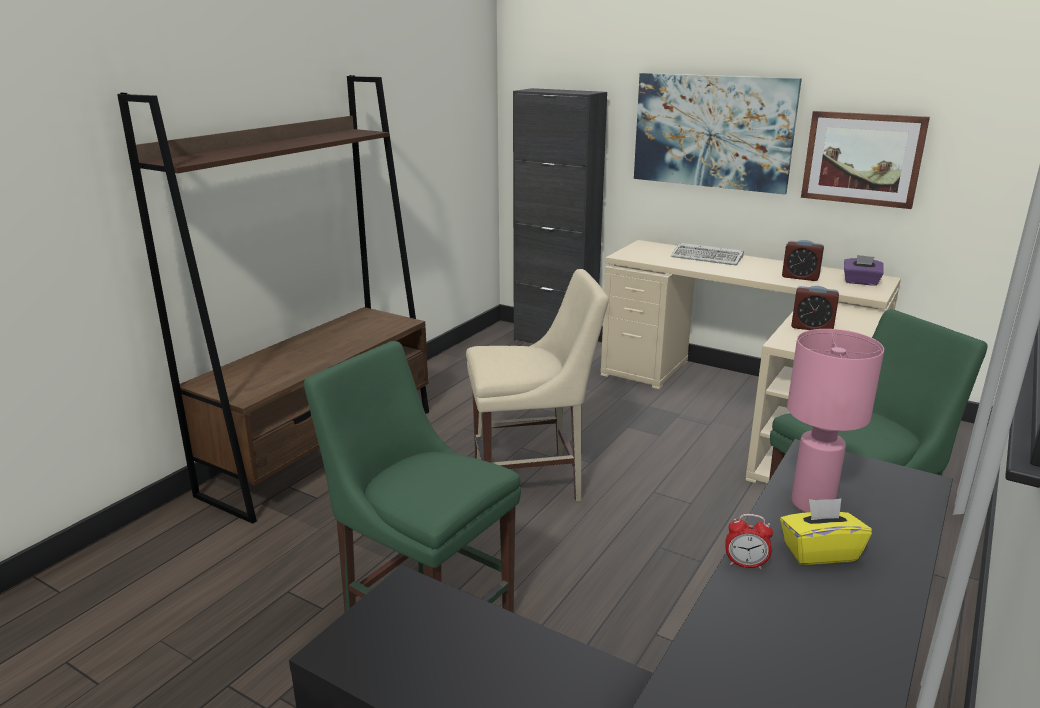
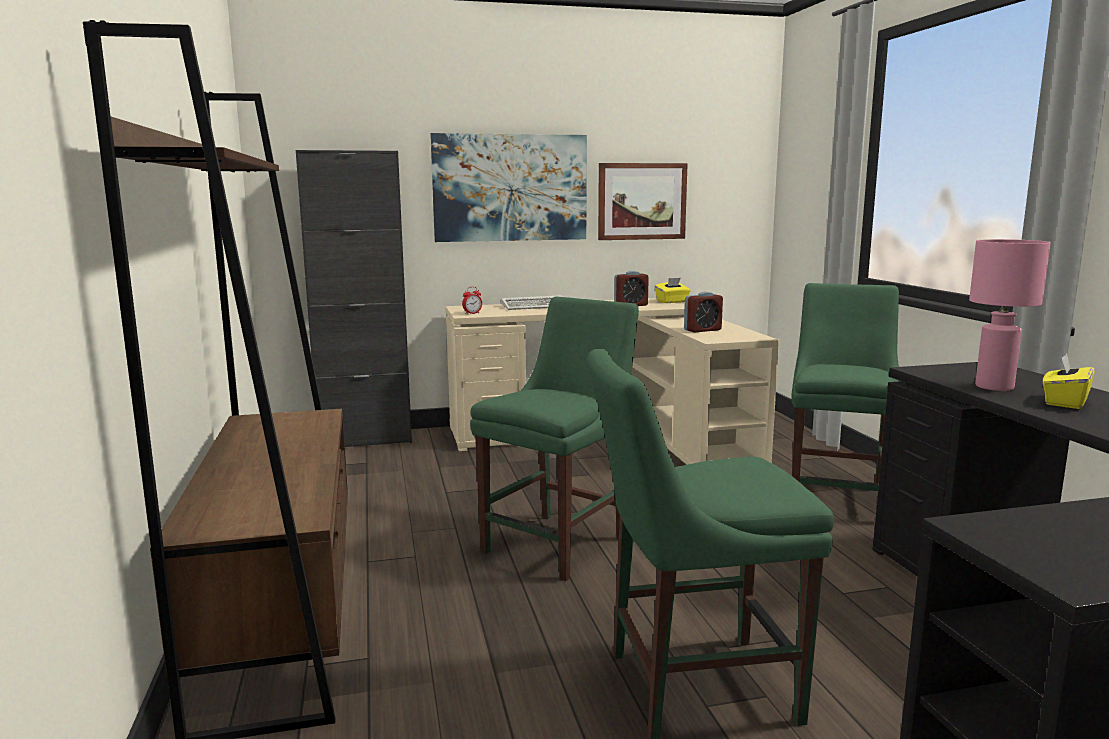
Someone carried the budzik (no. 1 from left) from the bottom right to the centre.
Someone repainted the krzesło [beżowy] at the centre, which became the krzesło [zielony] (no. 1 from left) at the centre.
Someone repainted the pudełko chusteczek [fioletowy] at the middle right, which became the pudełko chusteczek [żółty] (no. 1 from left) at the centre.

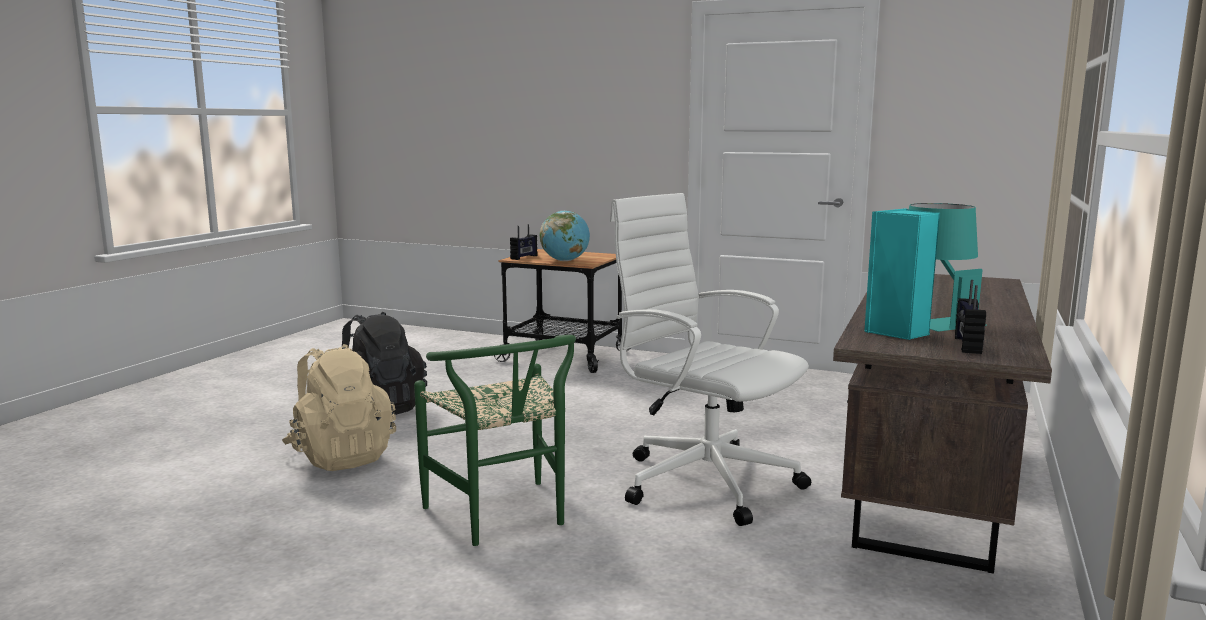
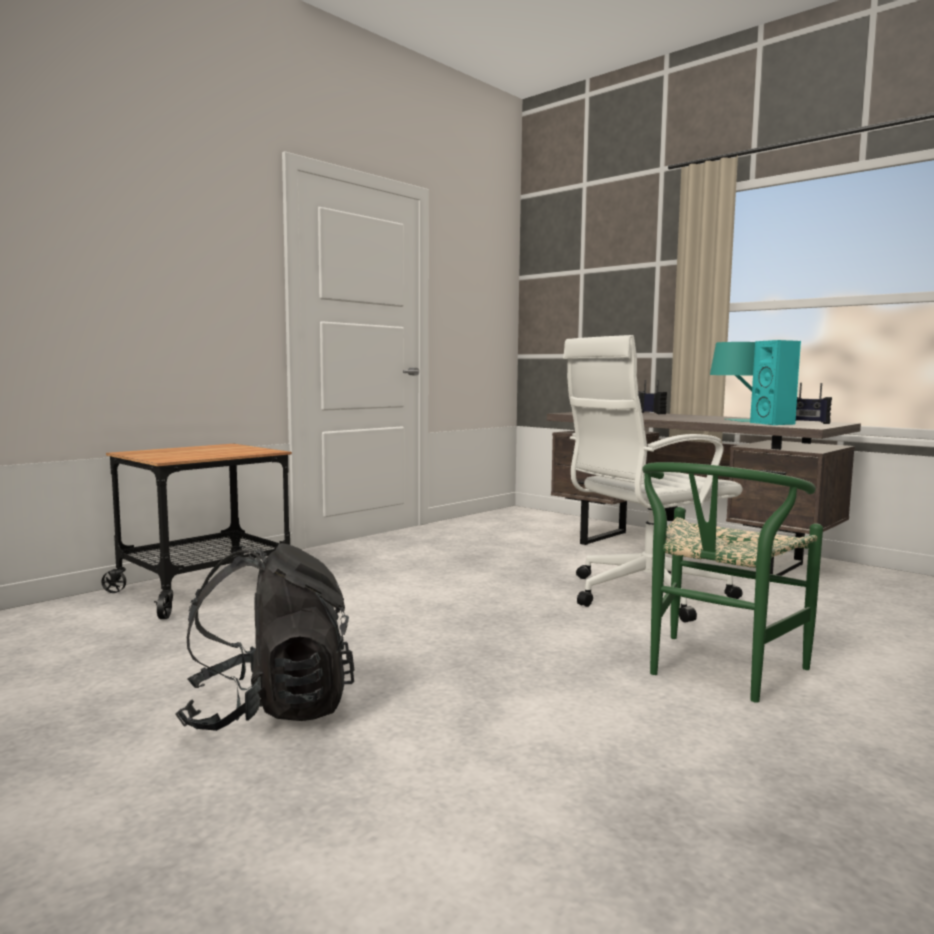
Someone carried the radio (no. 1 from left) from the centre to the middle right.
Someone rotated the krzesło [zielony] at the bottom centre by 135 degrees clockwise.
Someone took away the plecak [beżowy] at the middle left.
Someone took away the globus at the centre.

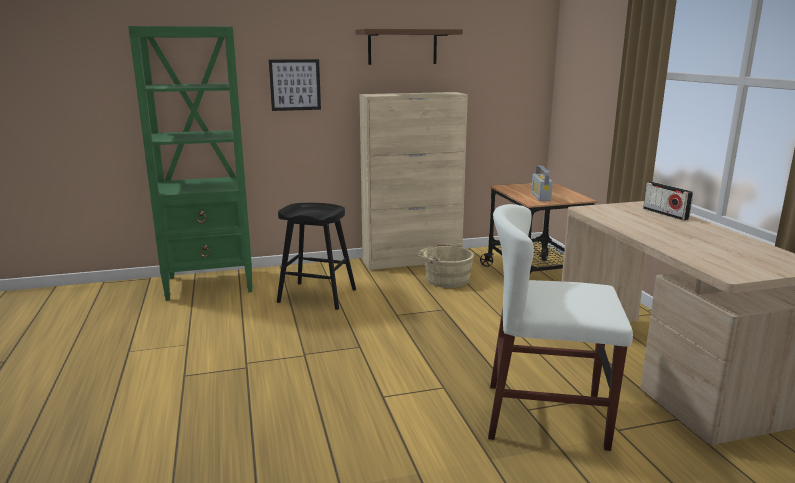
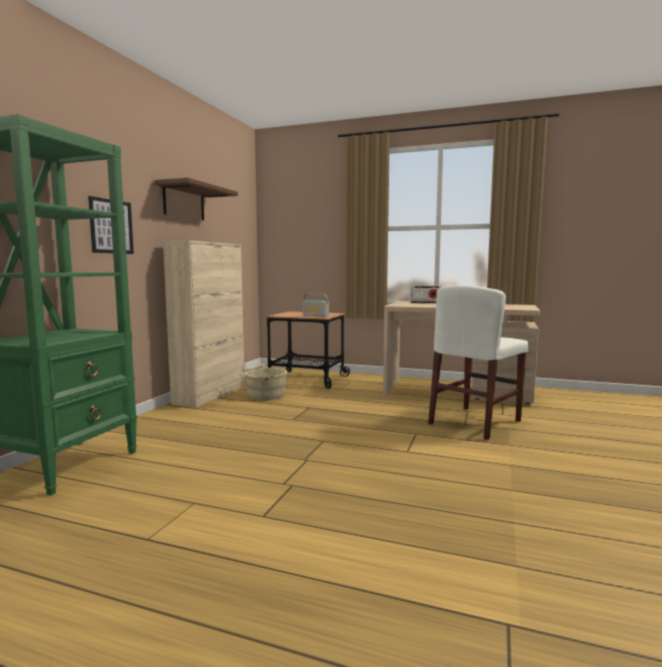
Someone took away the stołek [czarny] at the centre.

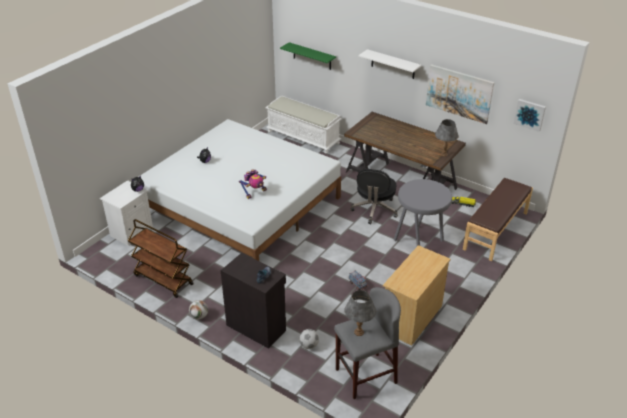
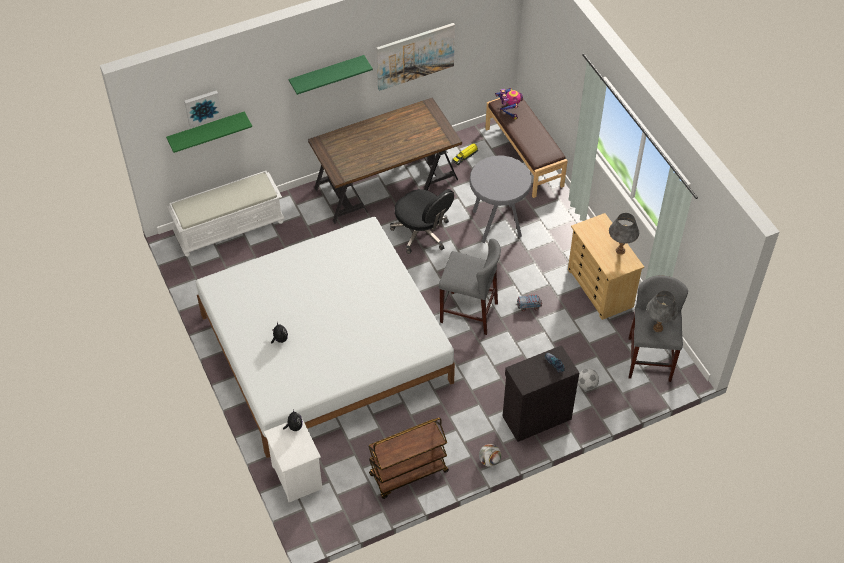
Someone carried the obraz (no. 2 from left in the first image) from the top right to the top left.
Someone repainted the półka [biały] at the top centre, which became the półka [zielony] (no. 2 from left) at the top centre.
Someone put down the stołek [szary] (no. 1 from left) at the centre.
Someone carried the robot zabawkowy from the centre to the top centre.
Someone carried the lampa stołowa [szary] (no. 2 from left in the first image) from the top right to the middle right.

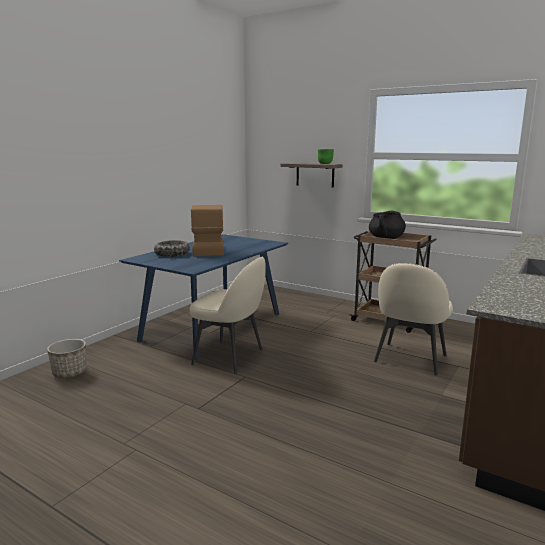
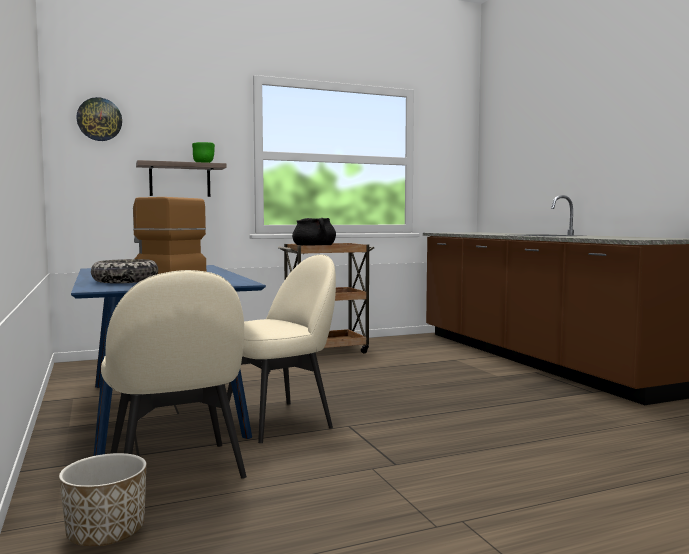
Someone put up the zegar ścienny at the top left.
Someone carried the krzesło [beżowy] (no. 2 from left in the first image) from the middle right to the bottom left.

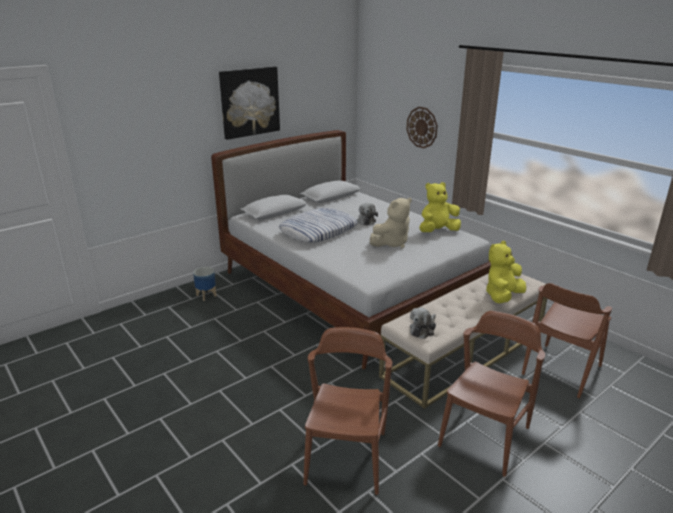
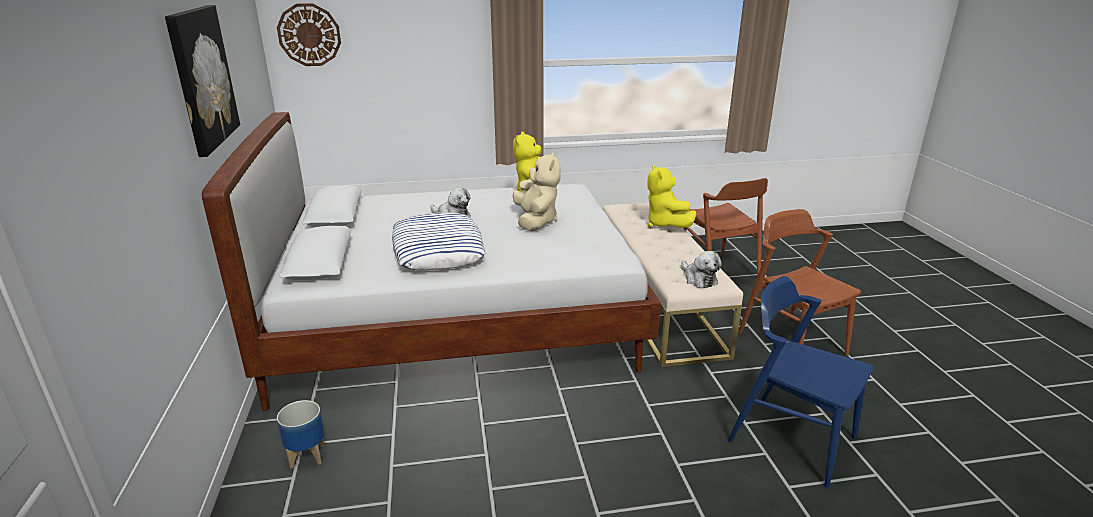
Someone carried the zegar ścienny from the top centre to the top left.
Someone repainted the krzesło [brązowy] (no. 1 from left) at the bottom centre, which became the krzesło [niebieski] at the bottom right.

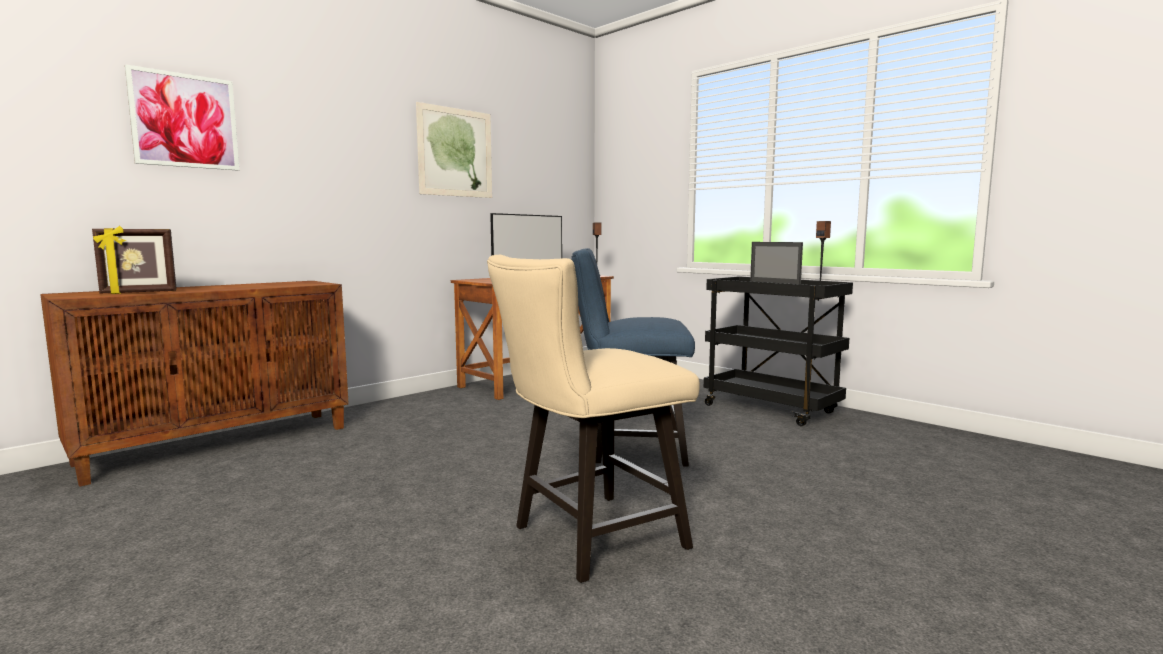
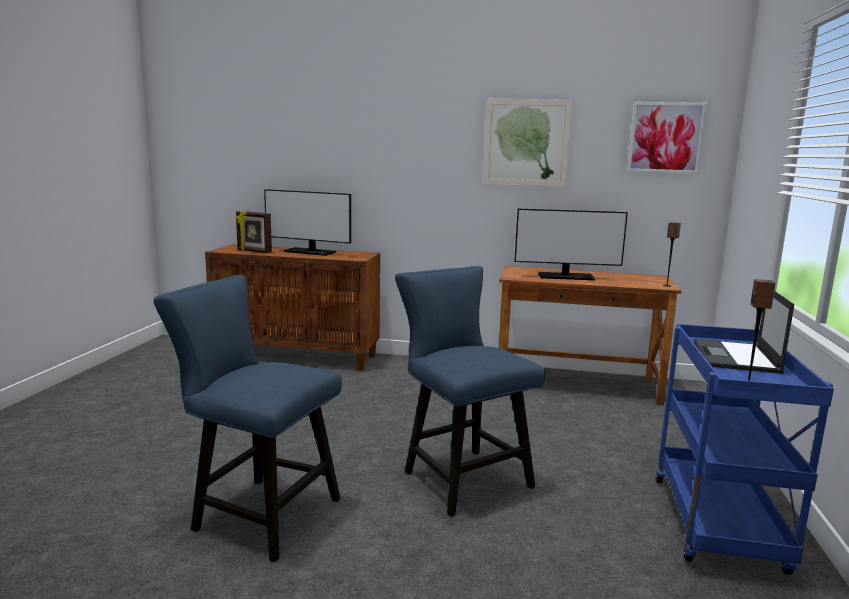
Someone repainted the krzesło [beżowy] at the centre, which became the krzesło [niebieski] (no. 1 from left) at the bottom left.
Someone put down the monitor (no. 1 from left) at the centre.
Someone carried the obraz (no. 1 from left in the first image) from the top left to the top right.
Someone repainted the wózek [czarny] at the middle right, which became the wózek [niebieski] at the bottom right.

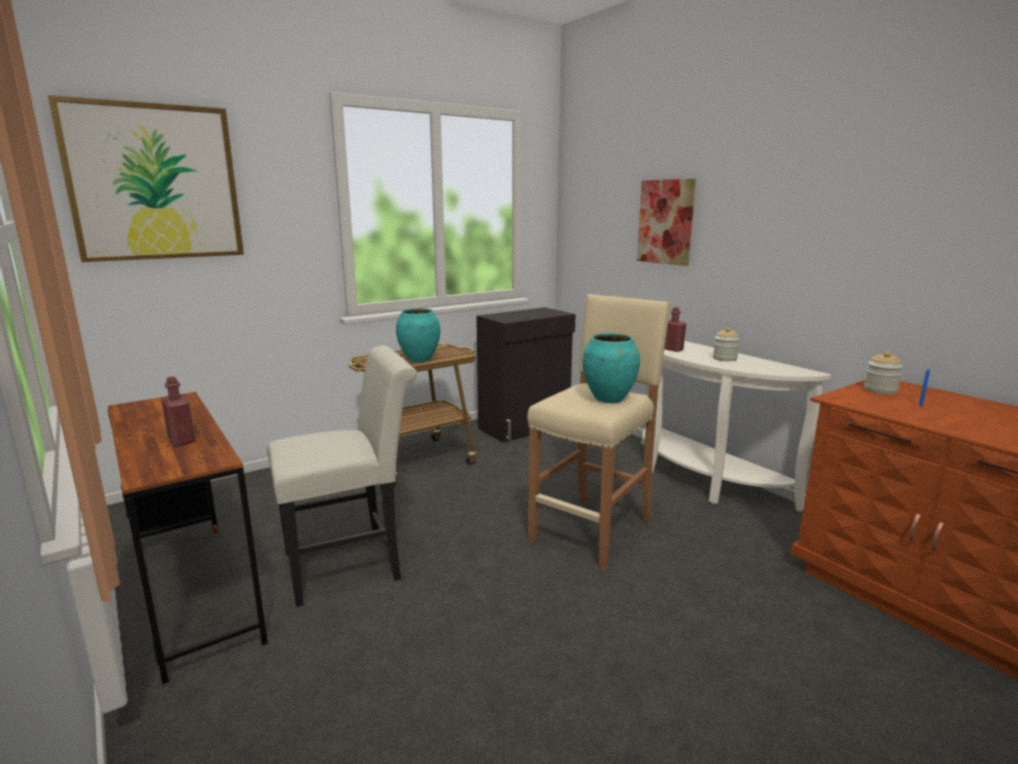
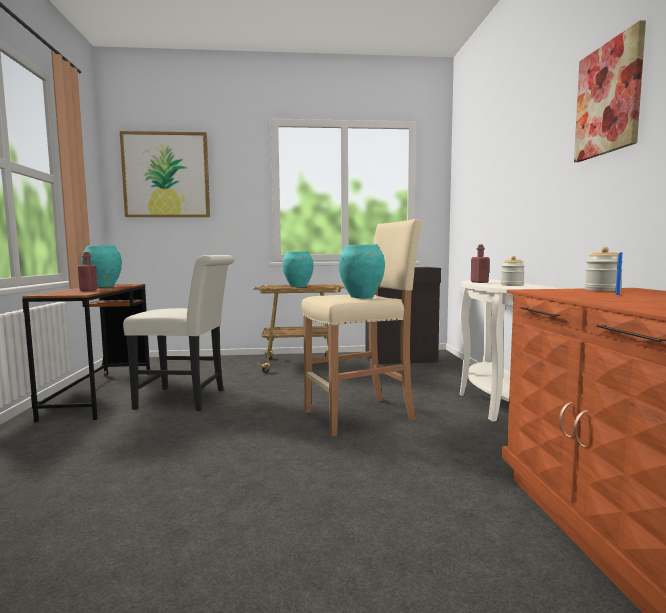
Someone put down the wazon [turkusowy] (no. 1 from left) at the middle left.
Someone carried the obraz (no. 2 from left) from the top centre to the top right.

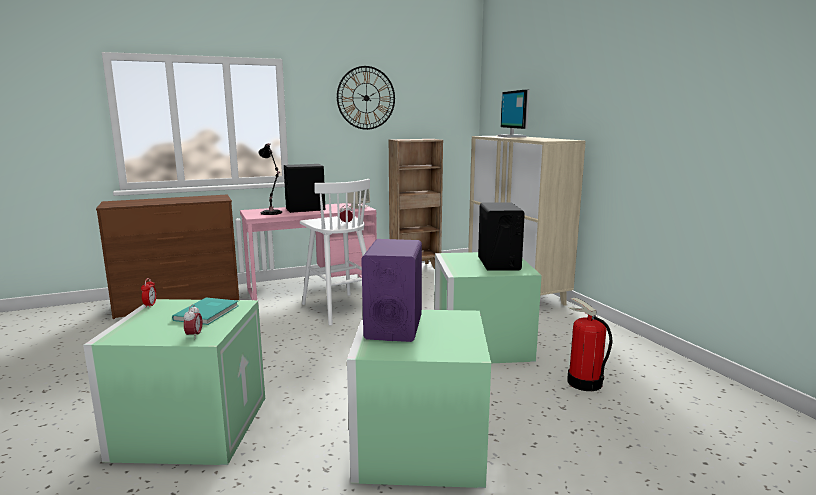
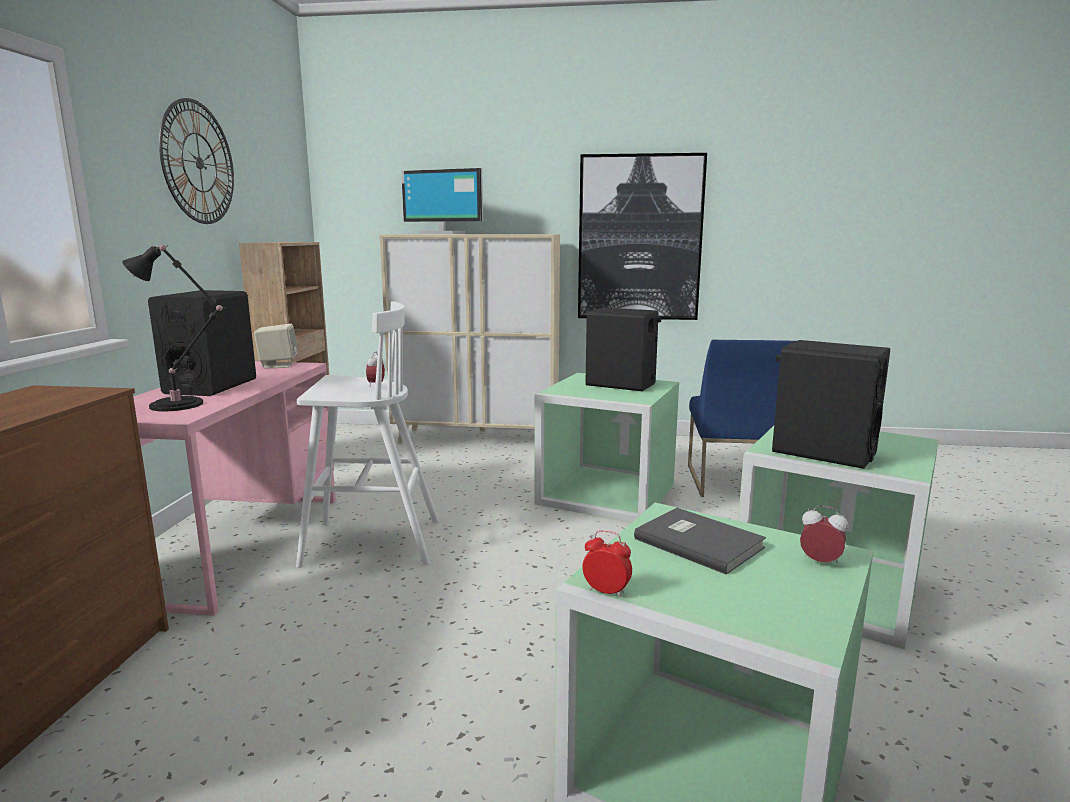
Someone put up the obraz at the top centre.
Someone repainted the książka [turkusowy] at the middle left, which became the książka [szary] at the bottom centre.
Someone swapped the gaśnica at the bottom right for the krzesło [niebieski] at the middle right.
Someone repainted the głośnik [fioletowy] at the centre, which became the głośnik [czarny] (no. 3 from left) at the middle right.

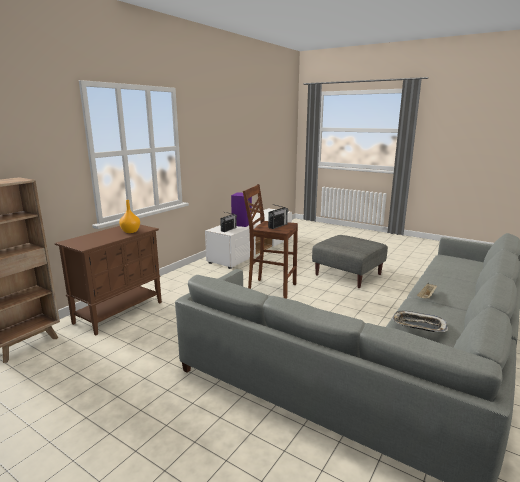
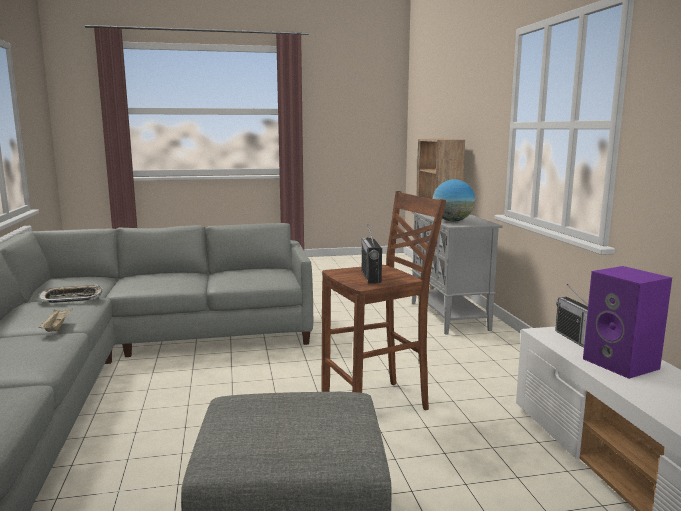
Someone repainted the szafka [brązowy] at the middle left, which became the szafka [szary] at the middle right.
Someone swapped the wazon [pomarańczowy] at the middle left for the globus at the middle right.

